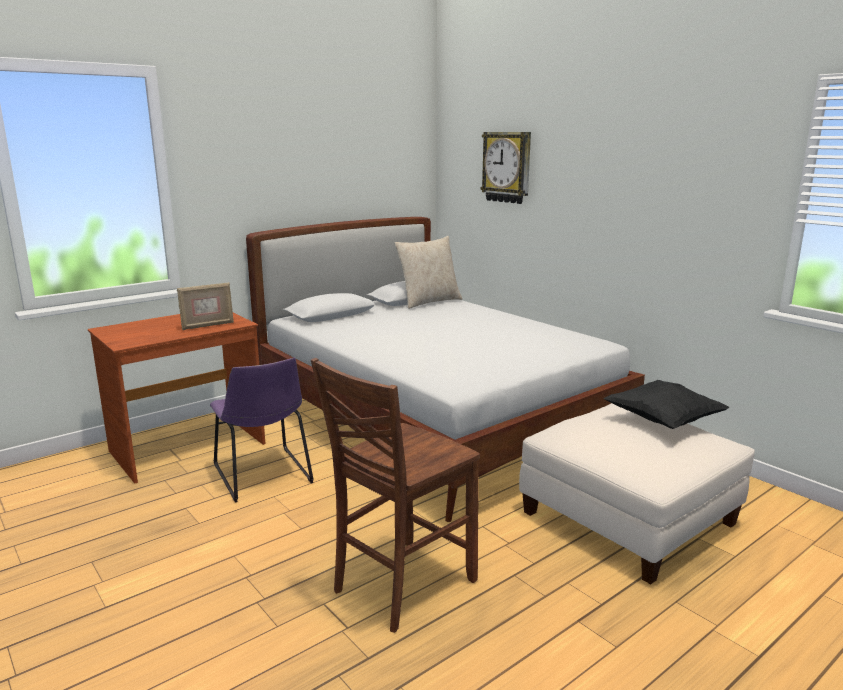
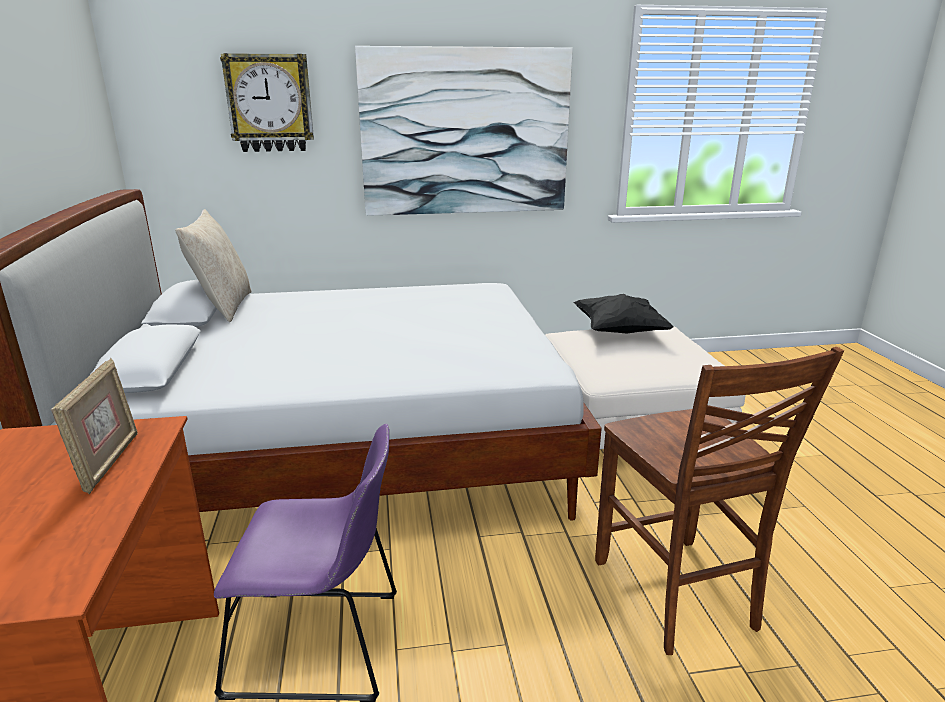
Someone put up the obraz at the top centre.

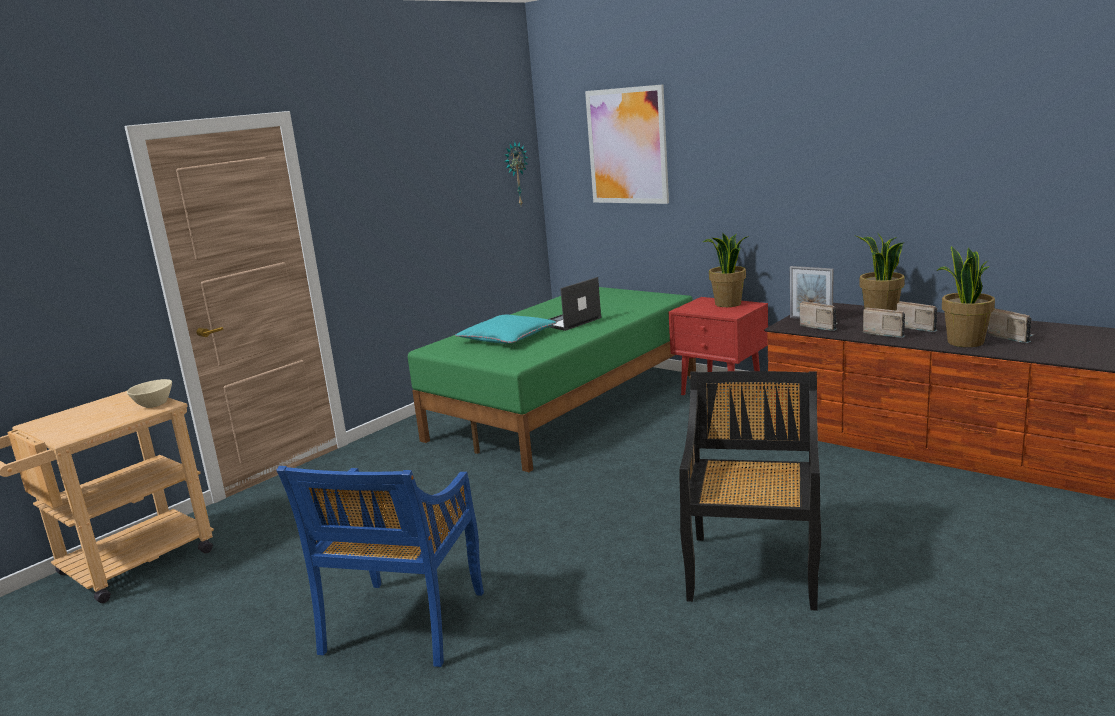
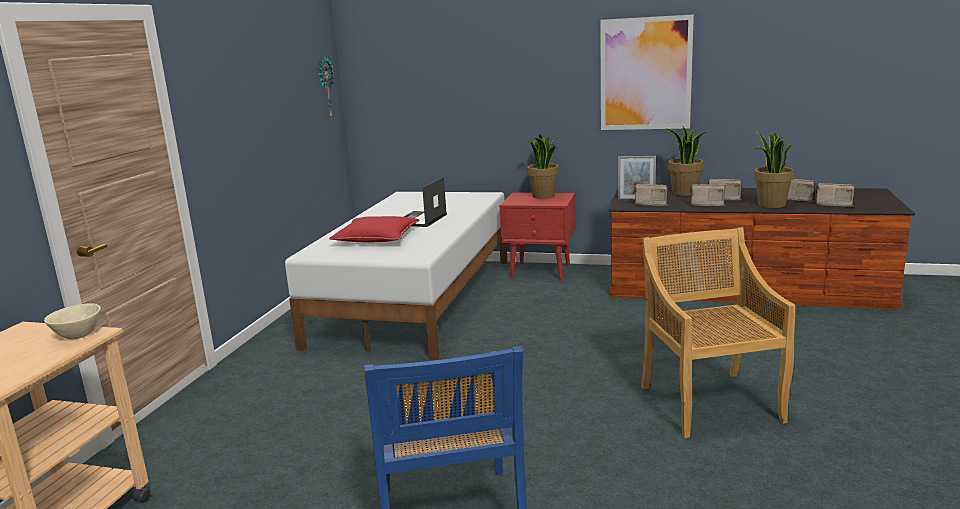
Someone repainted the łóżko [zielony] at the centre, which became the łóżko [biały] at the centre.
Someone repainted the poduszka [turkusowy] at the centre, which became the poduszka [czerwony] at the centre.
Someone carried the obraz from the top centre to the top right.
Someone repainted the krzesło [czarny] at the bottom right, which became the krzesło [beżowy] at the middle right.
Someone put down the radio (no. 5 from left) at the middle right.

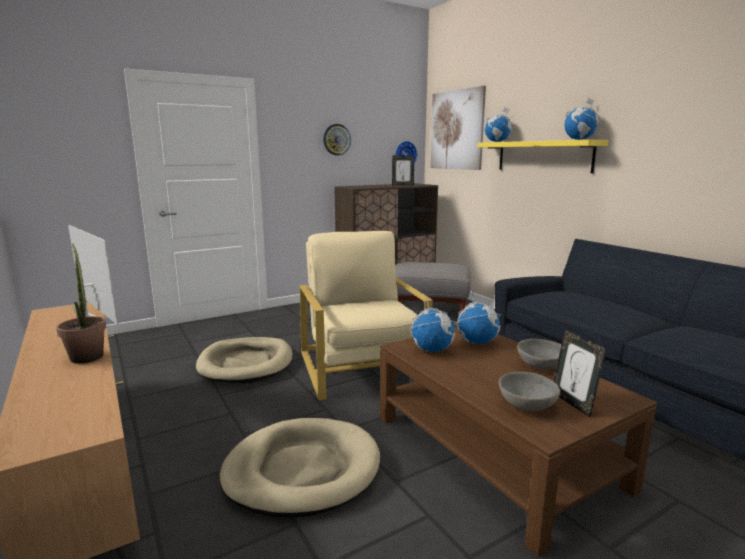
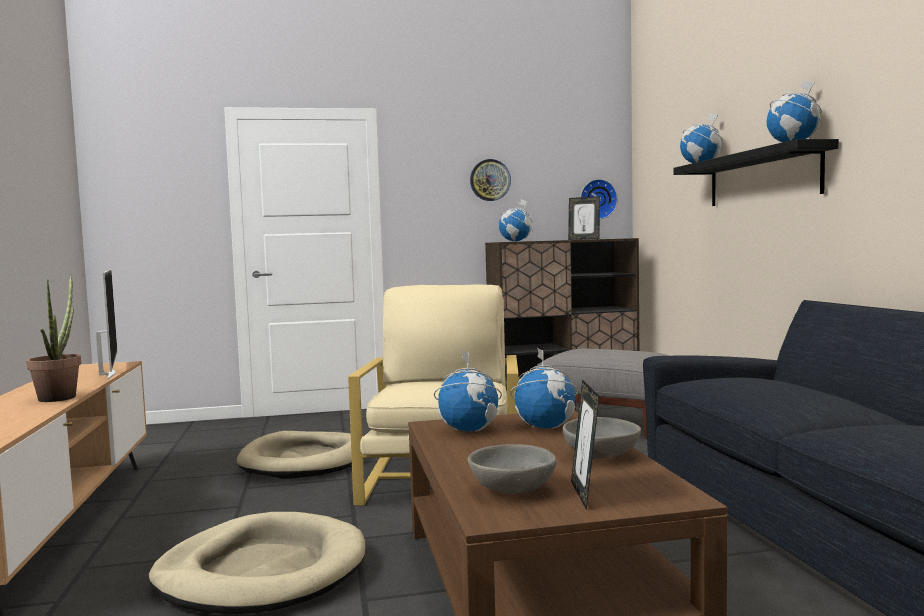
Someone put down the globus (no. 2 from left) at the centre.
Someone repainted the półka [żółty] at the top right, which became the półka [czarny] at the top right.
Someone took away the obraz at the top centre.

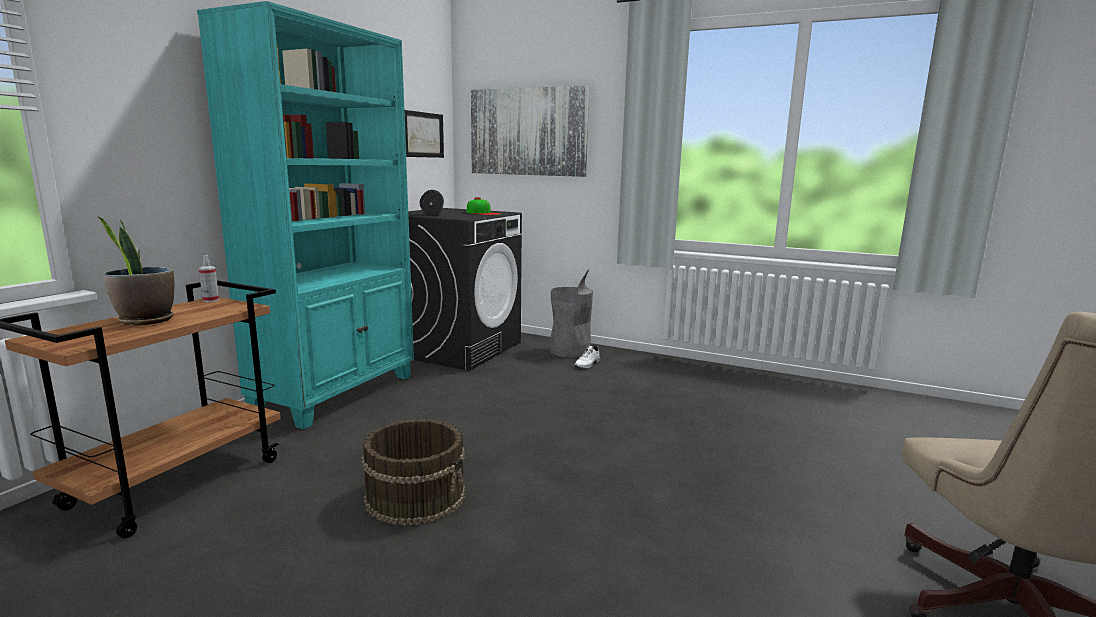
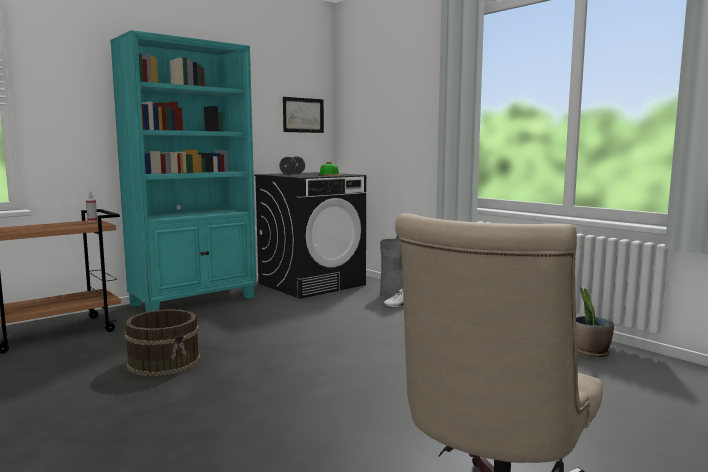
Someone carried the roślina doniczkowa from the middle left to the bottom right.
Someone took away the obraz (no. 2 from left) at the top centre.

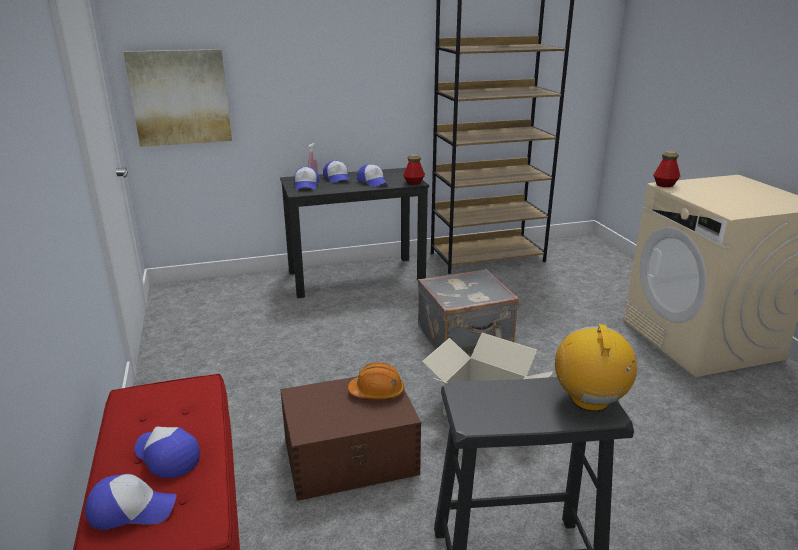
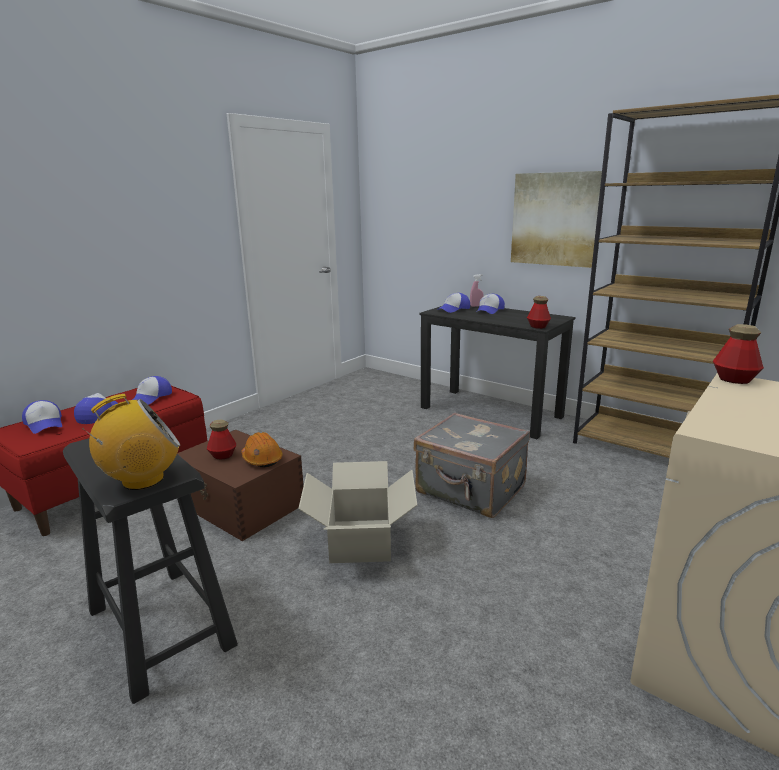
Someone carried the czapka z daszkiem (no. 5 from left in the first image) from the top centre to the middle left.
Someone put down the butelka (no. 1 from left) at the middle left.
Someone carried the obraz from the top left to the top right.

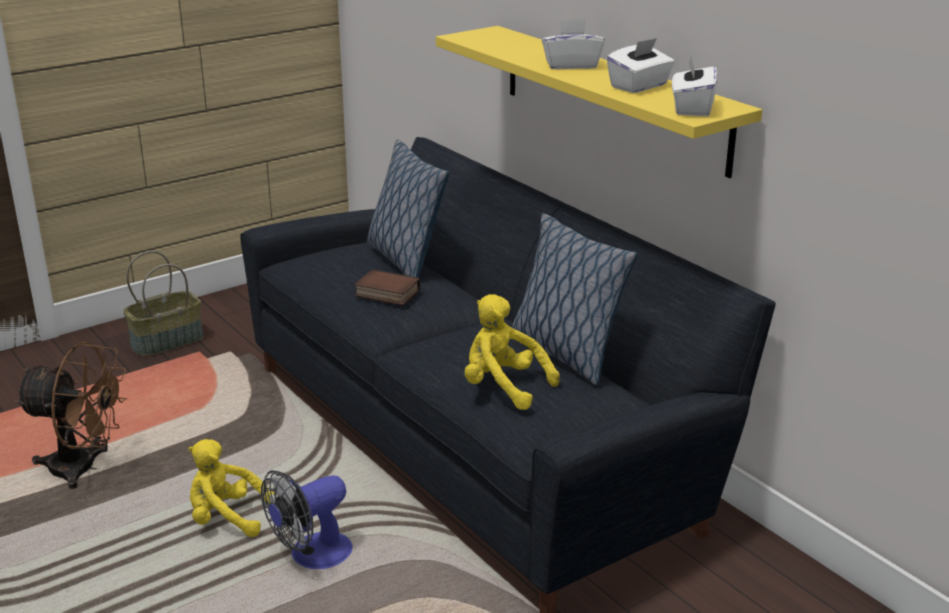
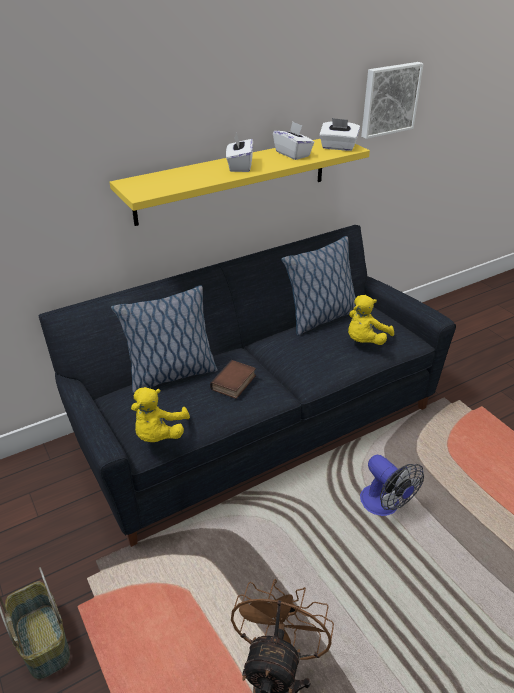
Someone carried the pluszak [żółty] (no. 1 from left) from the bottom left to the middle left.
Someone put up the obraz at the top right.

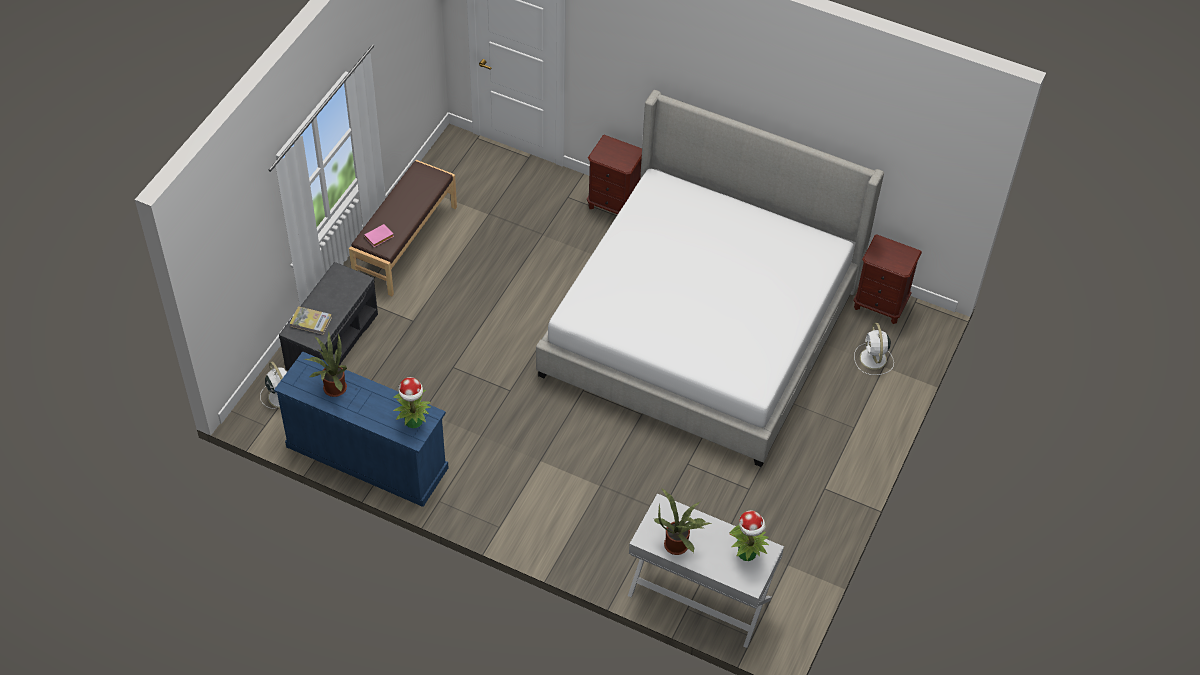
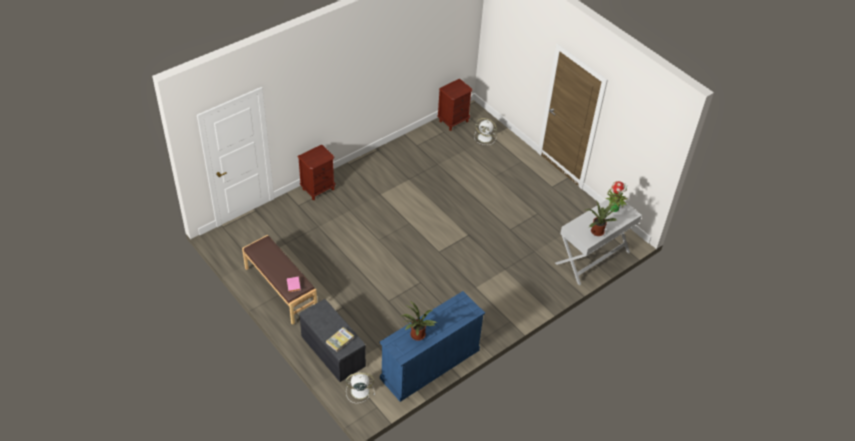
Someone took away the roślina doniczkowa (no. 2 from left) at the centre.
Someone took away the łóżko at the centre.

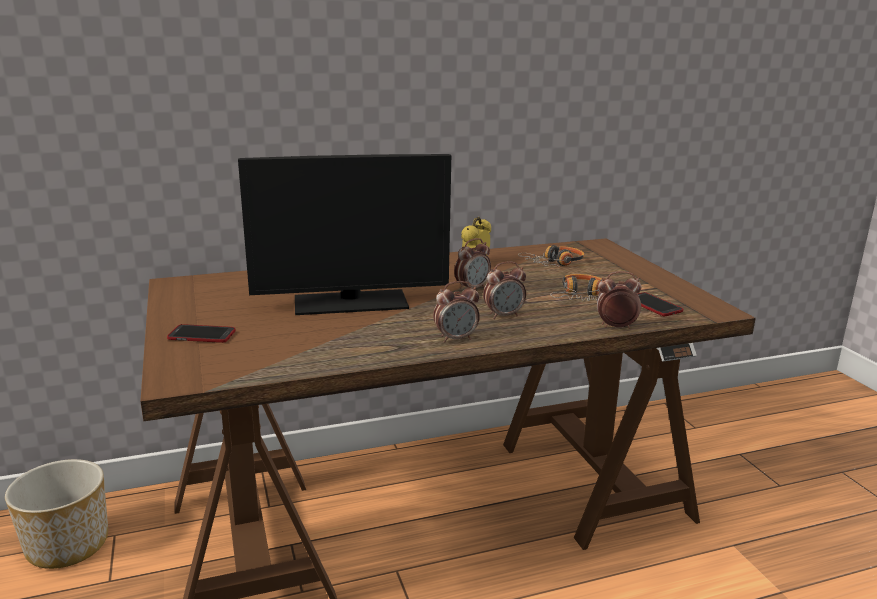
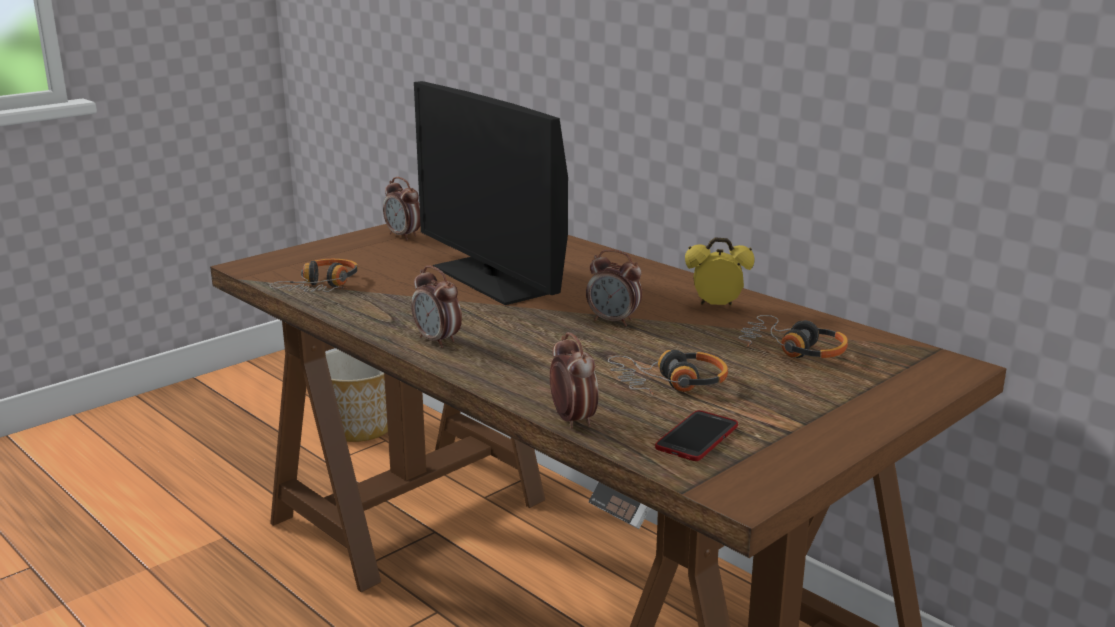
Someone put down the słuchawki (no. 1 from left) at the middle left.
Someone carried the budzik (no. 4 from left in the first image) from the centre to the top centre.
Someone took away the telefon (no. 1 from left) at the middle left.

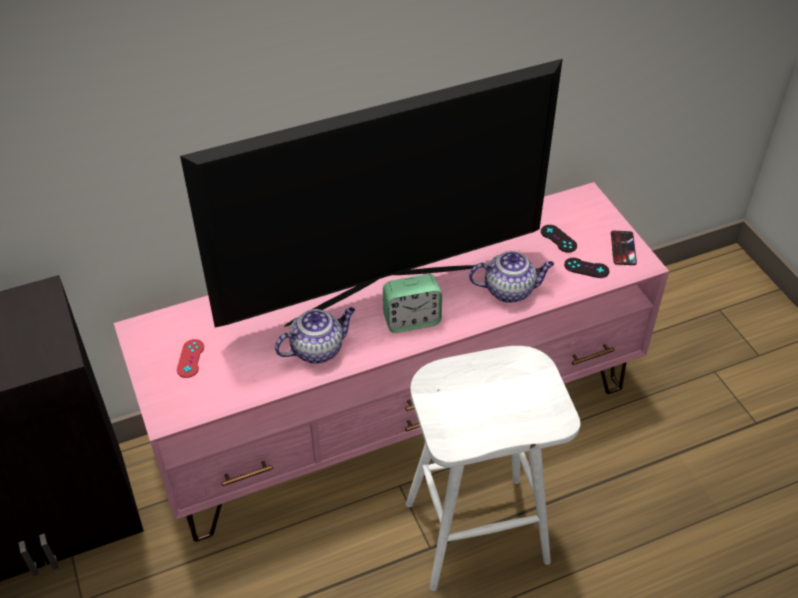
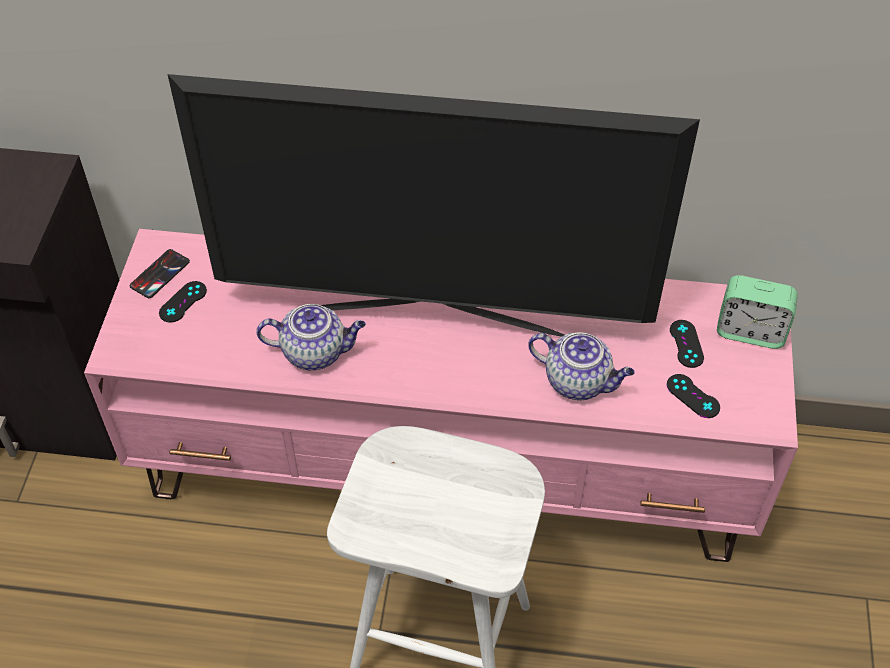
Someone carried the telefon from the middle right to the middle left.
Someone repainted the pad do gier [czerwony] at the middle left, which became the pad do gier [czarny] (no. 1 from left) at the middle left.
Someone carried the budzik from the centre to the middle right.

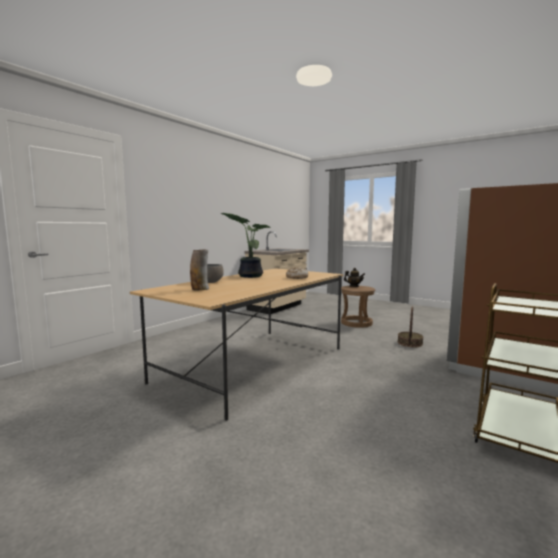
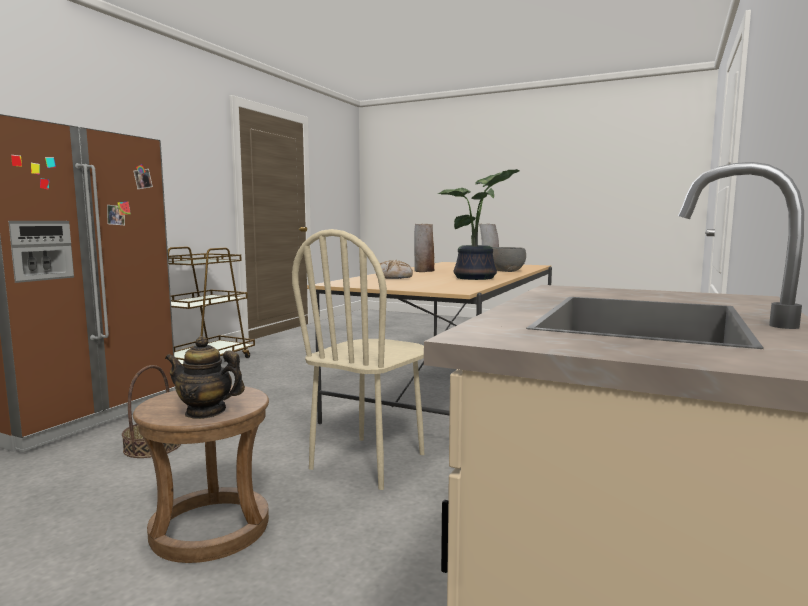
Someone put down the krzesło [beżowy] at the centre.
Someone put down the wazon (no. 1 from left) at the centre.

